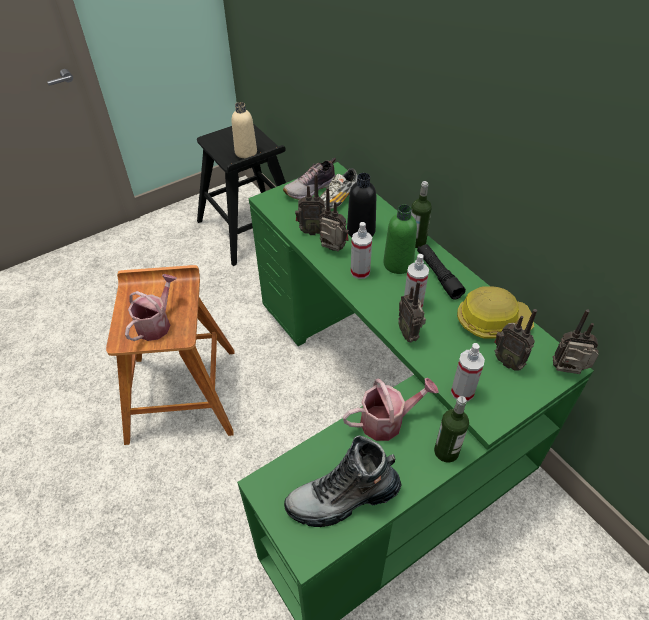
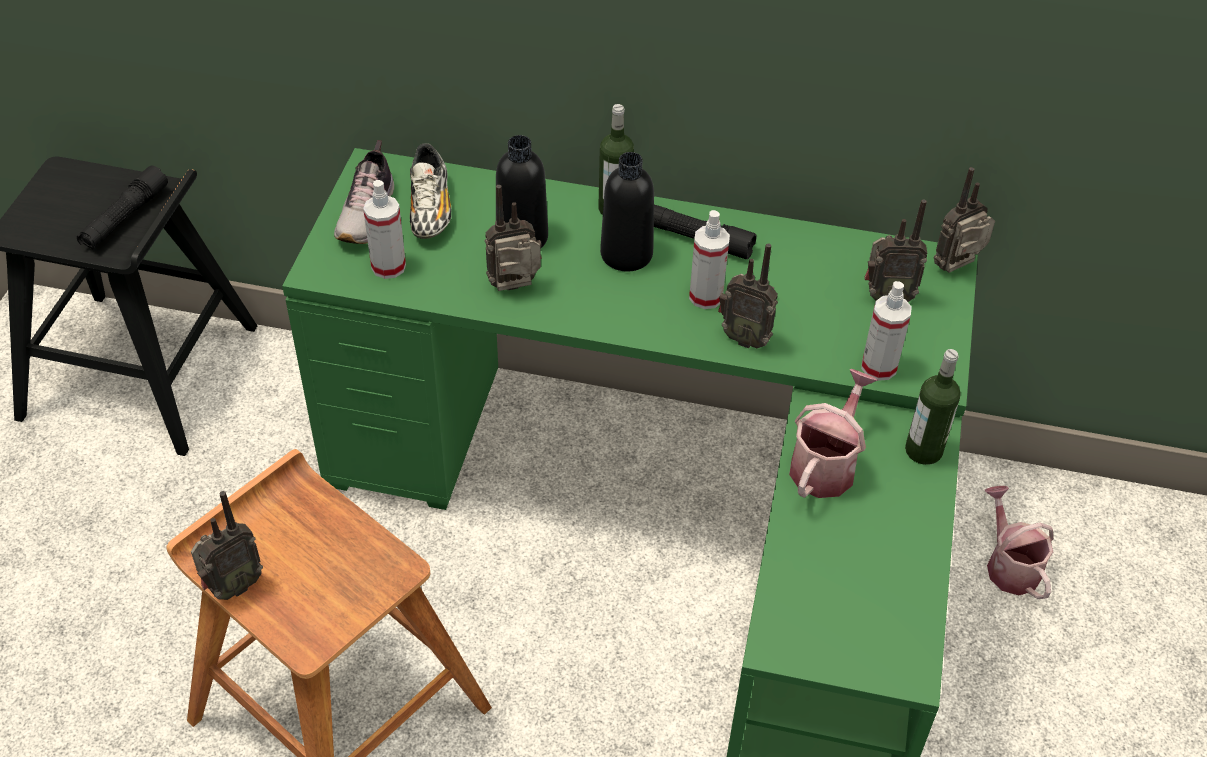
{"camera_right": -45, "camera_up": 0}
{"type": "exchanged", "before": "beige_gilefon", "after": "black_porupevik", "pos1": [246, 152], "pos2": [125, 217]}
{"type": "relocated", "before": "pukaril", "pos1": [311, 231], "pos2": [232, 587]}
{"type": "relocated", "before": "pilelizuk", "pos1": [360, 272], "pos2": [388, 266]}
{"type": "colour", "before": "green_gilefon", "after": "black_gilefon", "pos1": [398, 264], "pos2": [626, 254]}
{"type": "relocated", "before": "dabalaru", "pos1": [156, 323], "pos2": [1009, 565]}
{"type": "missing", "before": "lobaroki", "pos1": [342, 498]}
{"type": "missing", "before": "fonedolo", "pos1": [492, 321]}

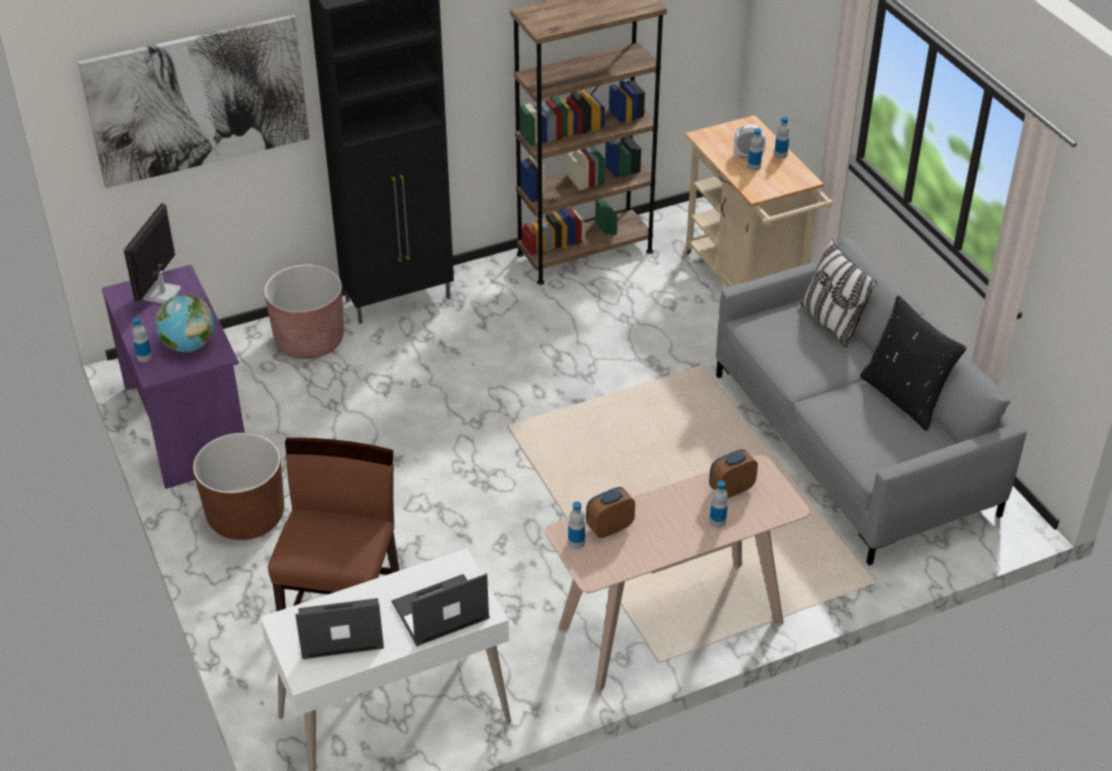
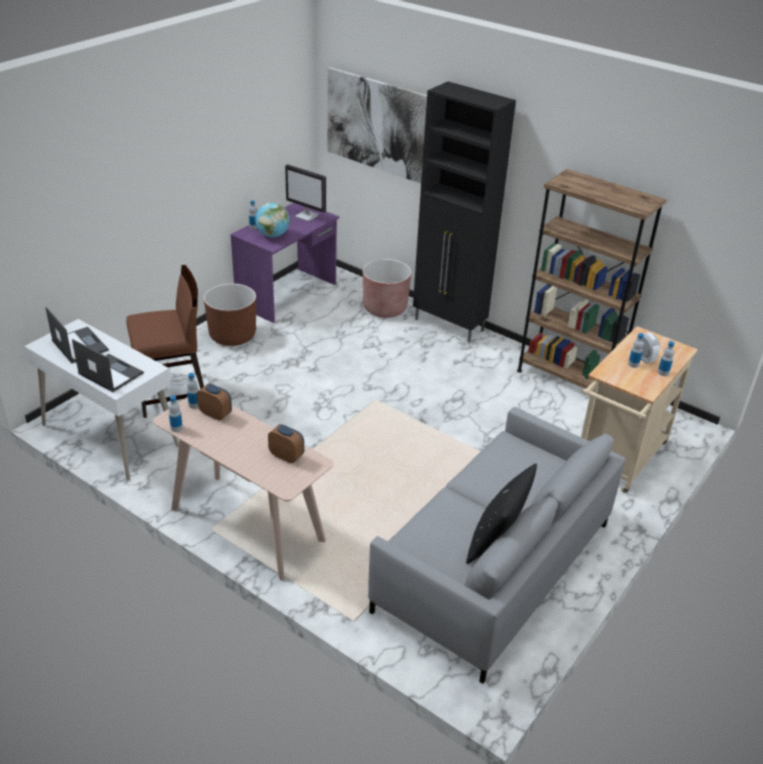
{"camera_right": 60, "camera_up": -5}
{"type": "relocated", "before": "gilefon", "pos1": [717, 521], "pos2": [176, 428]}
{"type": "spun", "before": "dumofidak", "pos1": [162, 294], "pos2": [307, 216], "turn": -135}
{"type": "missing", "before": "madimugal", "pos1": [830, 323]}

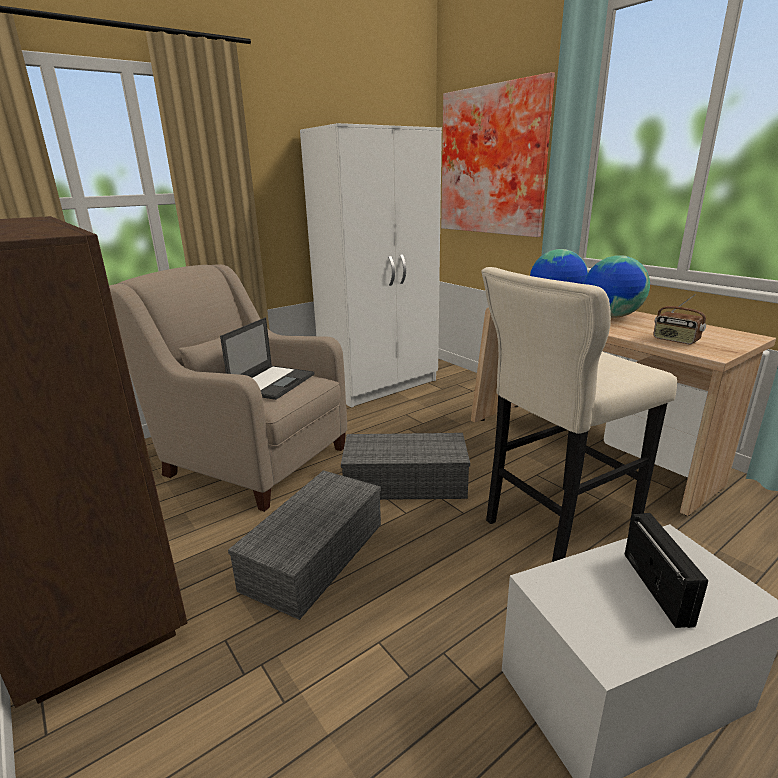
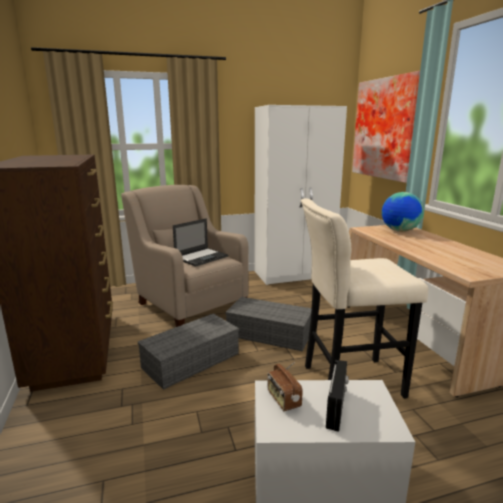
{"camera_right": 20, "camera_up": -5}
{"type": "relocated", "before": "pukaril", "pos1": [675, 340], "pos2": [283, 400]}
{"type": "missing", "before": "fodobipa", "pos1": [611, 316]}

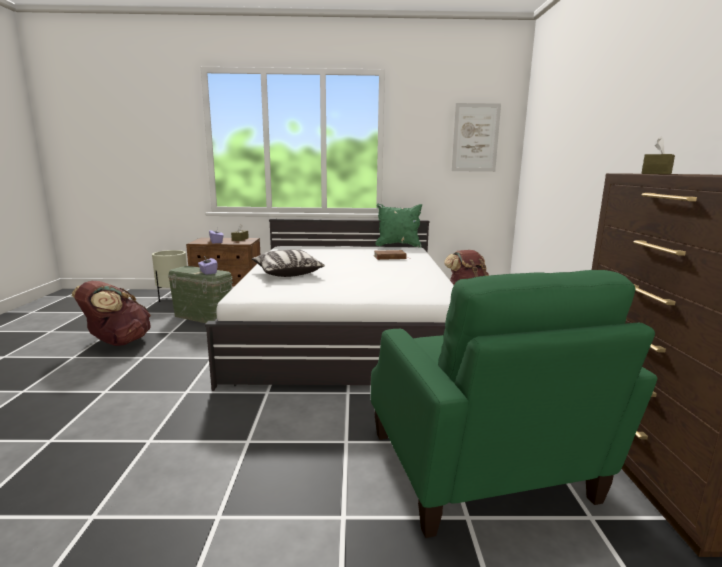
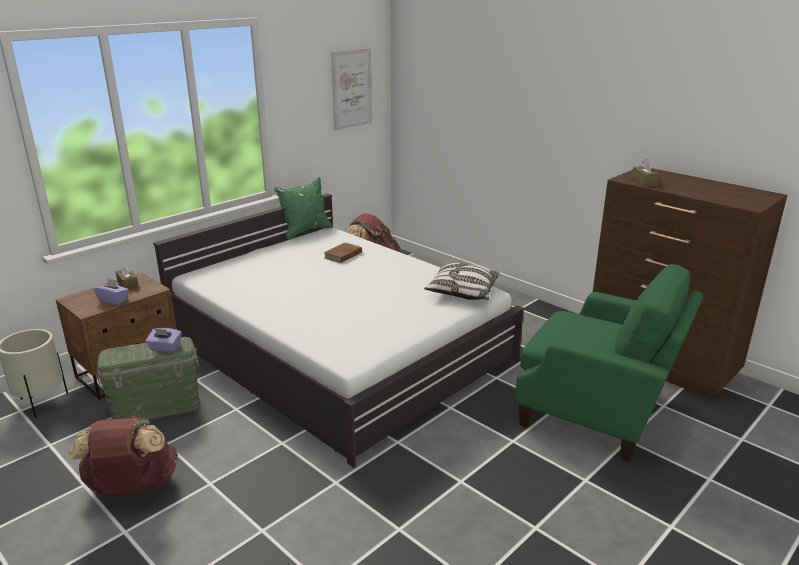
{"camera_right": -45, "camera_up": 10}
{"type": "relocated", "before": "madimugal", "pos1": [287, 273], "pos2": [462, 292]}

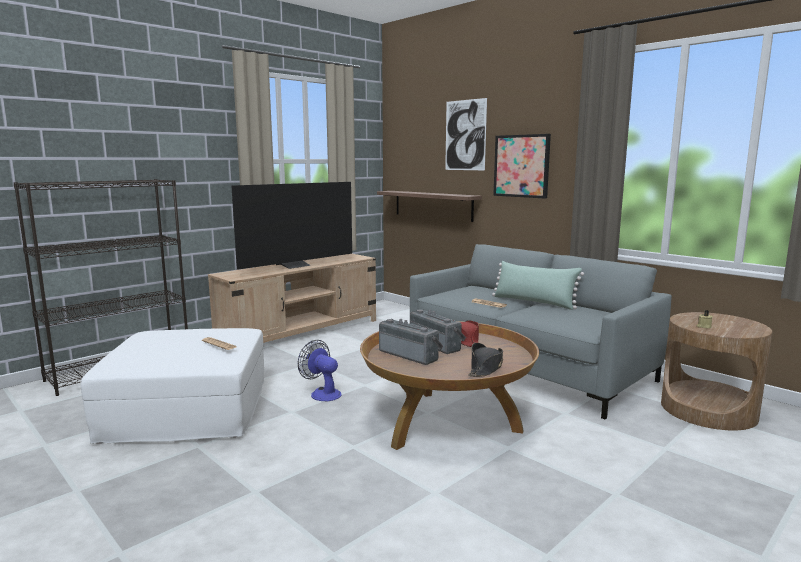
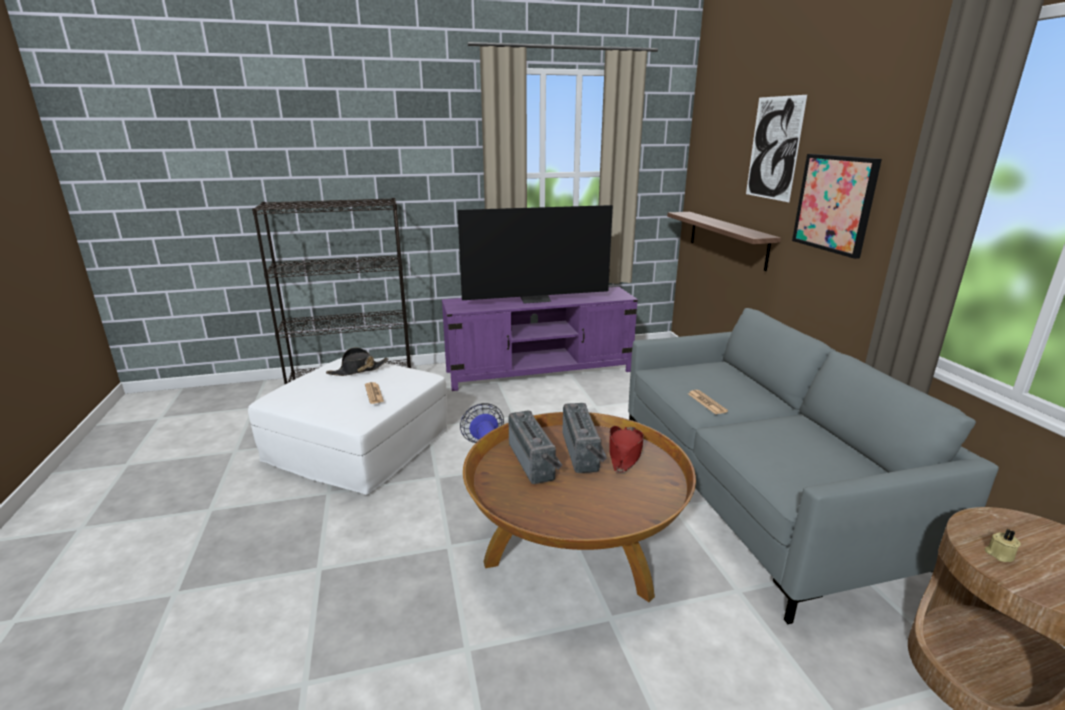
{"camera_right": 30, "camera_up": 10}
{"type": "relocated", "before": "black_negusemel", "pos1": [486, 368], "pos2": [358, 370]}
{"type": "colour", "before": "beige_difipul", "after": "purple_difipul", "pos1": [301, 332], "pos2": [540, 371]}
{"type": "missing", "before": "green_madimugal", "pos1": [534, 302]}

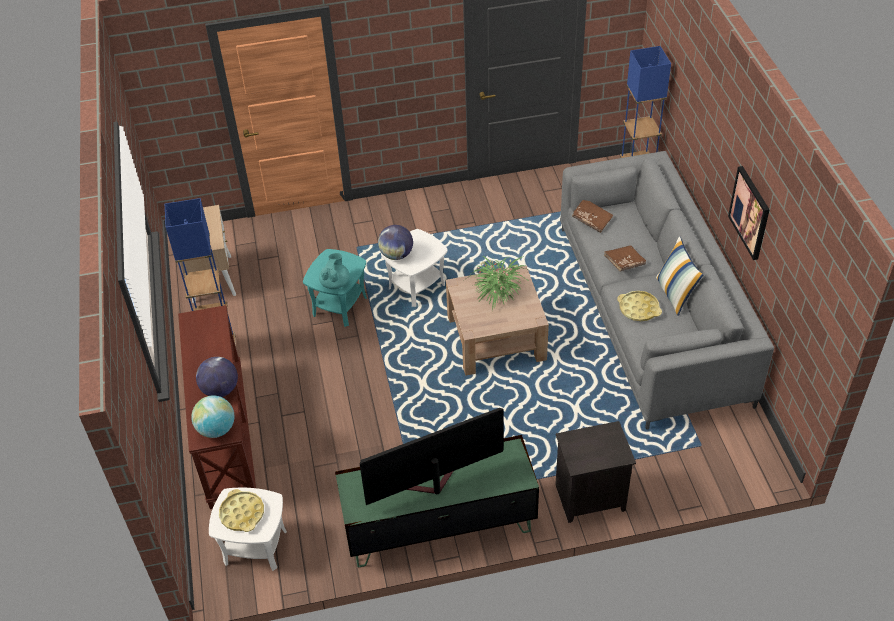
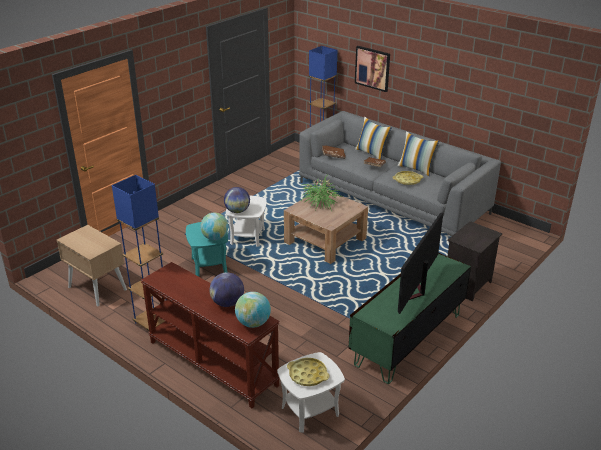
{"camera_right": -40, "camera_up": -15}
{"type": "exchanged", "before": "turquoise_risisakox", "after": "fodobipa", "pos1": [335, 283], "pos2": [215, 238]}
{"type": "relocated", "before": "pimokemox", "pos1": [750, 212], "pos2": [372, 68]}
{"type": "appeared", "after": "madimugal", "pos2": [371, 153]}

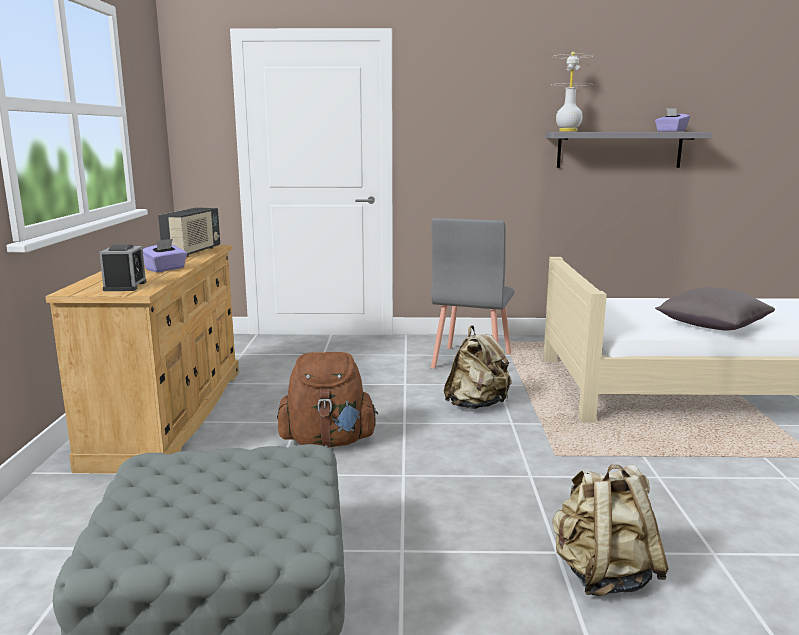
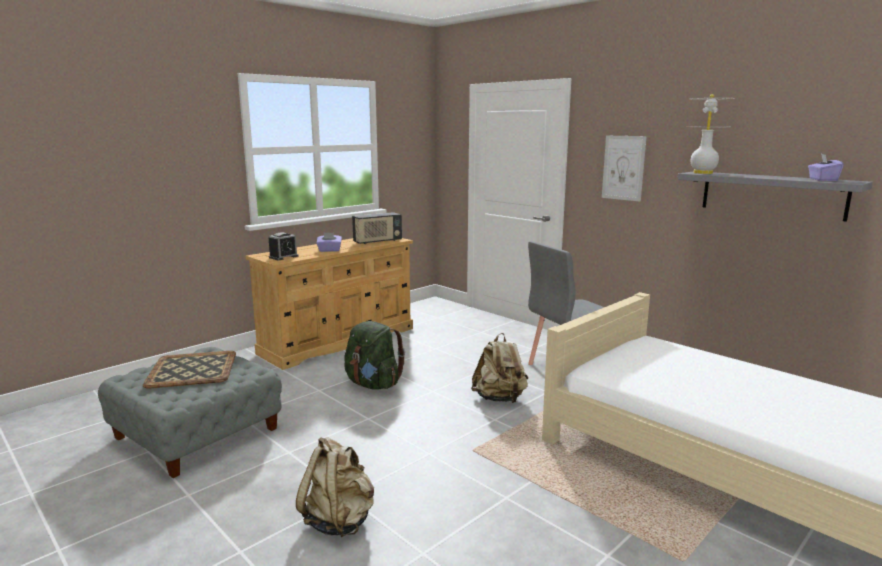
{"camera_right": 45, "camera_up": 0}
{"type": "appeared", "after": "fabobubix", "pos2": [191, 370]}
{"type": "colour", "before": "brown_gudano", "after": "green_gudano", "pos1": [328, 441], "pos2": [373, 384]}
{"type": "appeared", "after": "pimokemox", "pos2": [623, 168]}
{"type": "missing", "before": "grey_madimugal", "pos1": [711, 326]}

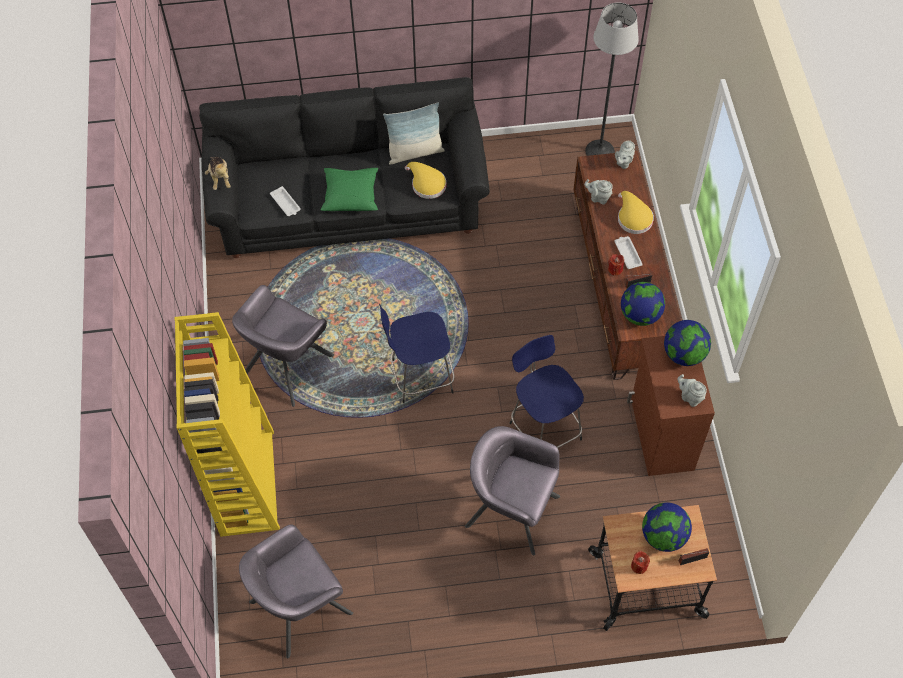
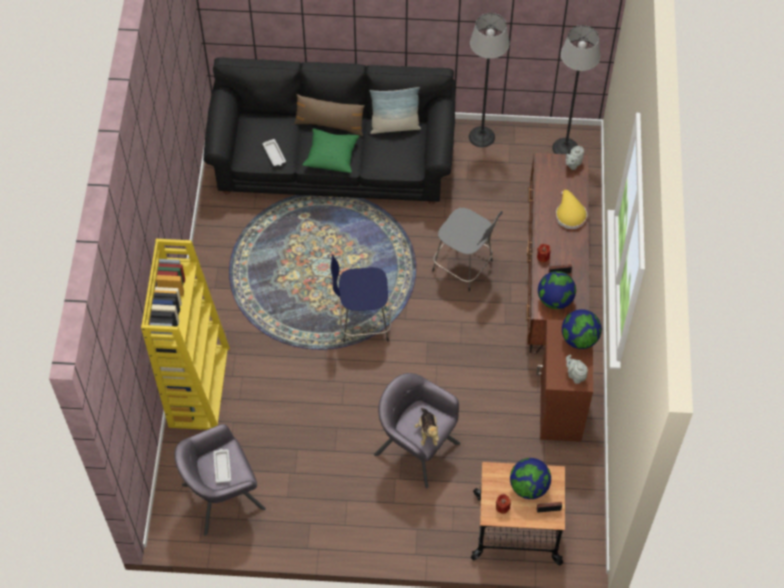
{"camera_right": 10, "camera_up": 0}
{"type": "relocated", "before": "white_fabobubix", "pos1": [627, 253], "pos2": [222, 466]}
{"type": "appeared", "after": "brown_madimugal", "pos2": [330, 125]}
{"type": "relocated", "before": "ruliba", "pos1": [220, 178], "pos2": [427, 432]}
{"type": "appeared", "after": "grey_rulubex", "pos2": [464, 267]}
{"type": "appeared", "after": "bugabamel", "pos2": [482, 136]}
{"type": "missing", "before": "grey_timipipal", "pos1": [287, 365]}
{"type": "missing", "before": "yellow_negusemel", "pos1": [426, 184]}
{"type": "missing", "before": "blue_rulubex", "pos1": [544, 429]}
{"type": "missing", "before": "grey_risisakox", "pos1": [598, 198]}

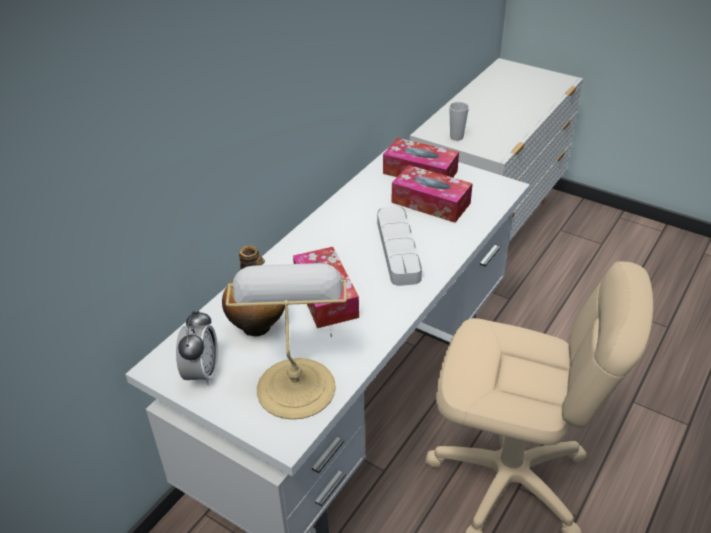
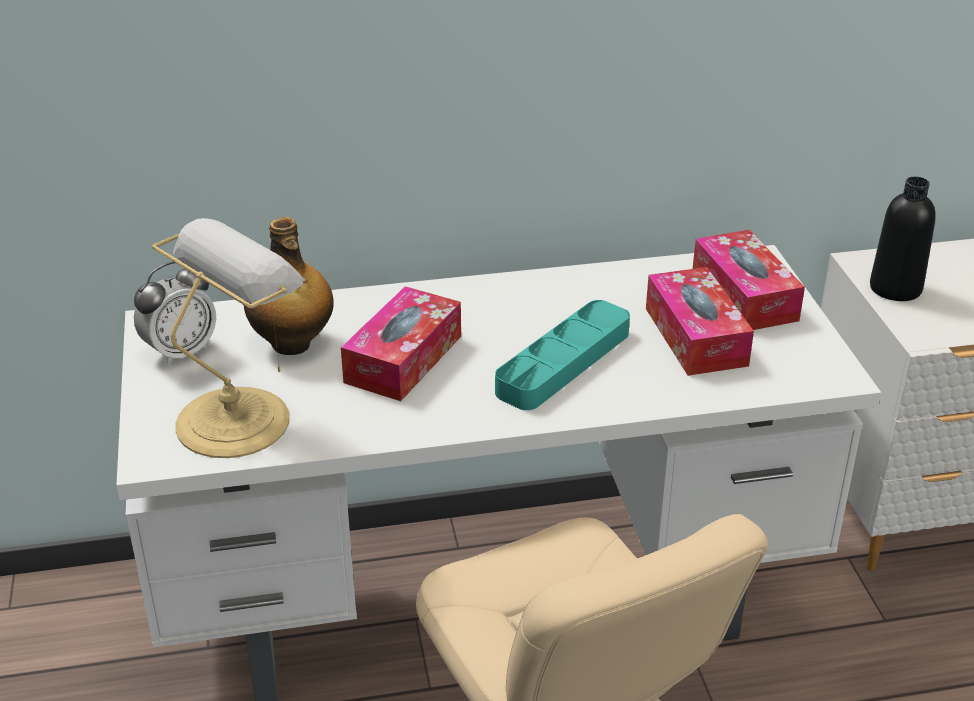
{"camera_right": 45, "camera_up": -5}
{"type": "colour", "before": "grey_fabobubix", "after": "turquoise_fabobubix", "pos1": [398, 249], "pos2": [563, 362]}
{"type": "exchanged", "before": "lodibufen", "after": "black_gilefon", "pos1": [456, 137], "pos2": [895, 288]}

